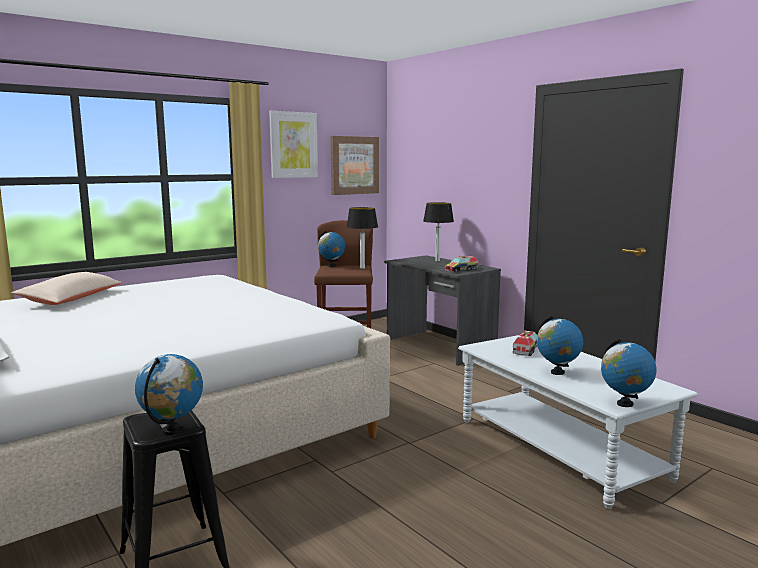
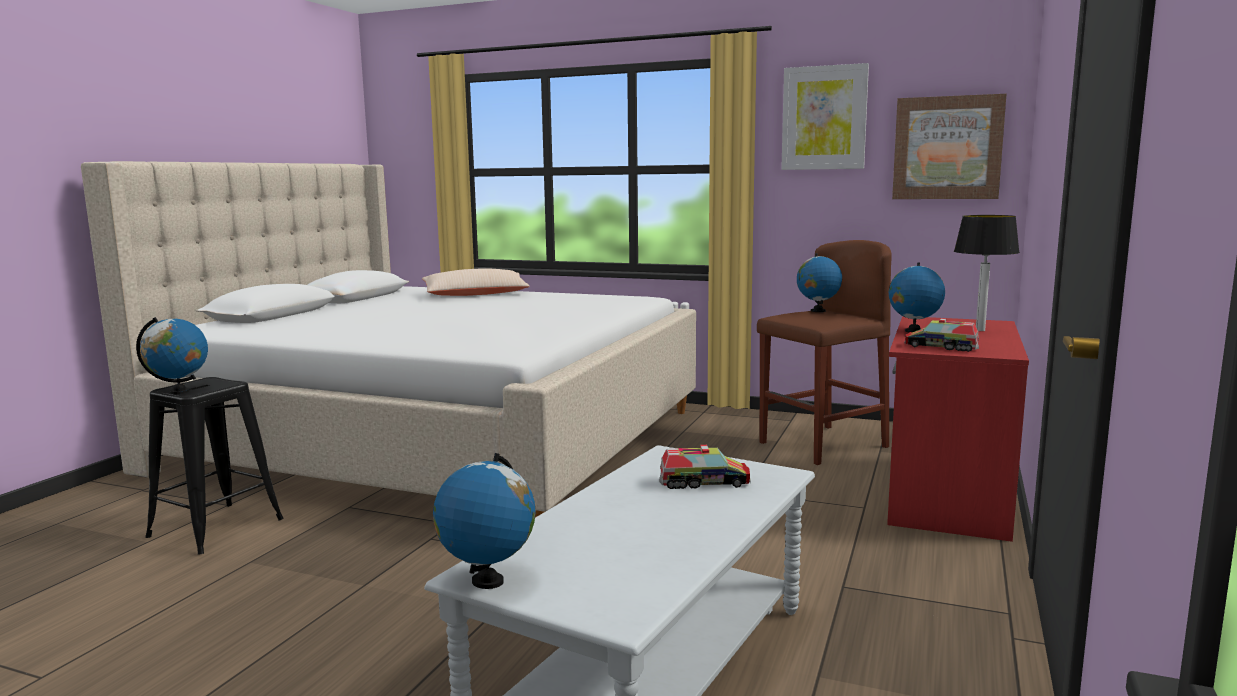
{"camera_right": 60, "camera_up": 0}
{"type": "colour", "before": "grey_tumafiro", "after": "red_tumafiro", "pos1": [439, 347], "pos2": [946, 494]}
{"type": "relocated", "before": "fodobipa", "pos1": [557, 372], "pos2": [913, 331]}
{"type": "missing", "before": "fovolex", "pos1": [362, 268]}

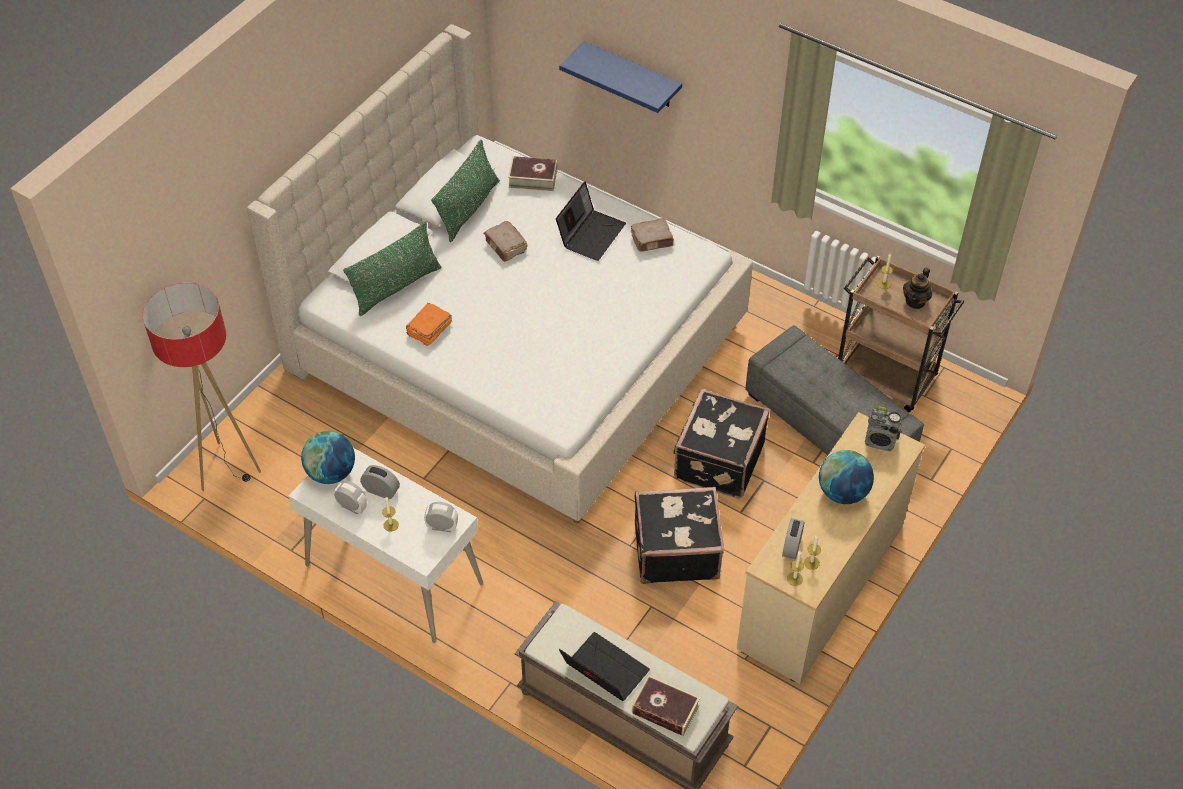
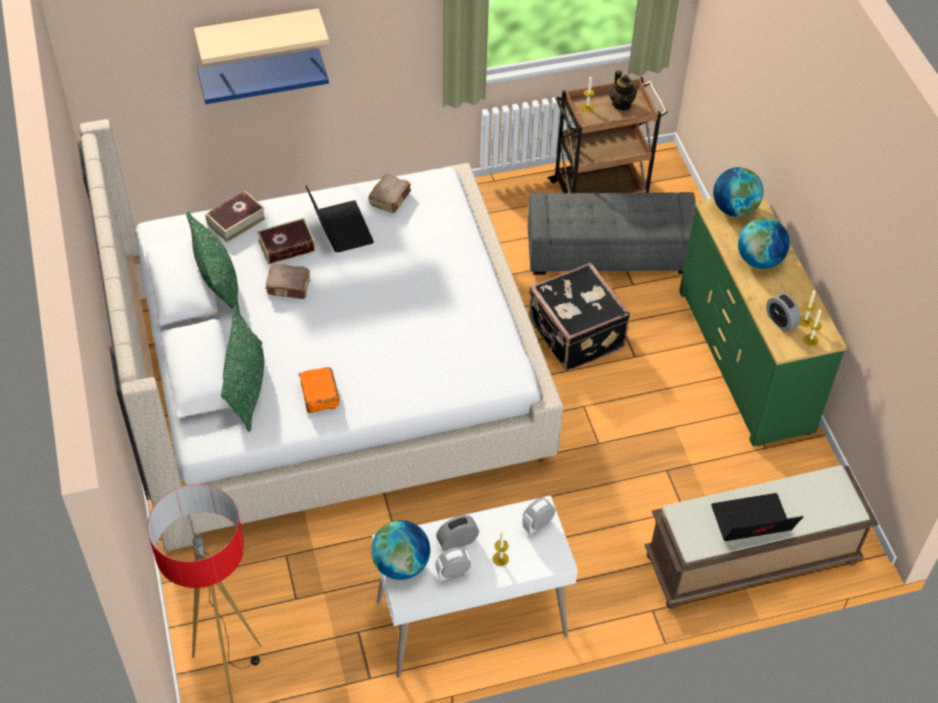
{"camera_right": -50, "camera_up": 0}
{"type": "appeared", "after": "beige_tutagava", "pos2": [258, 33]}
{"type": "relocated", "before": "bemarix", "pos1": [665, 710], "pos2": [287, 246]}
{"type": "colour", "before": "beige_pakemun", "after": "green_pakemun", "pos1": [822, 587], "pos2": [745, 359]}
{"type": "exchanged", "before": "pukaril", "after": "fodobipa", "pos1": [880, 441], "pos2": [734, 209]}
{"type": "missing", "before": "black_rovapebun", "pos1": [675, 550]}

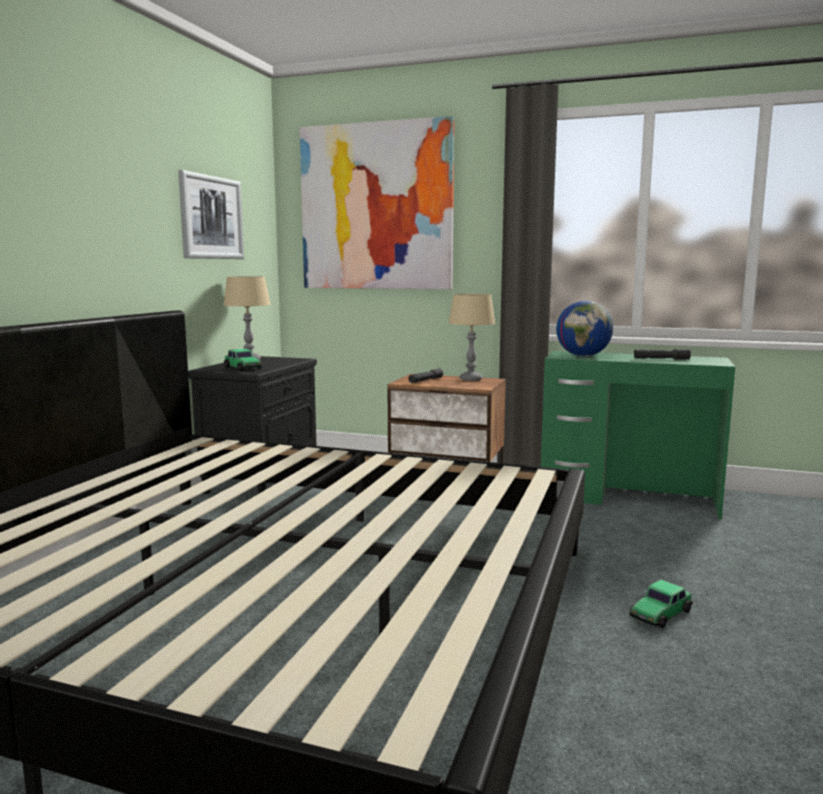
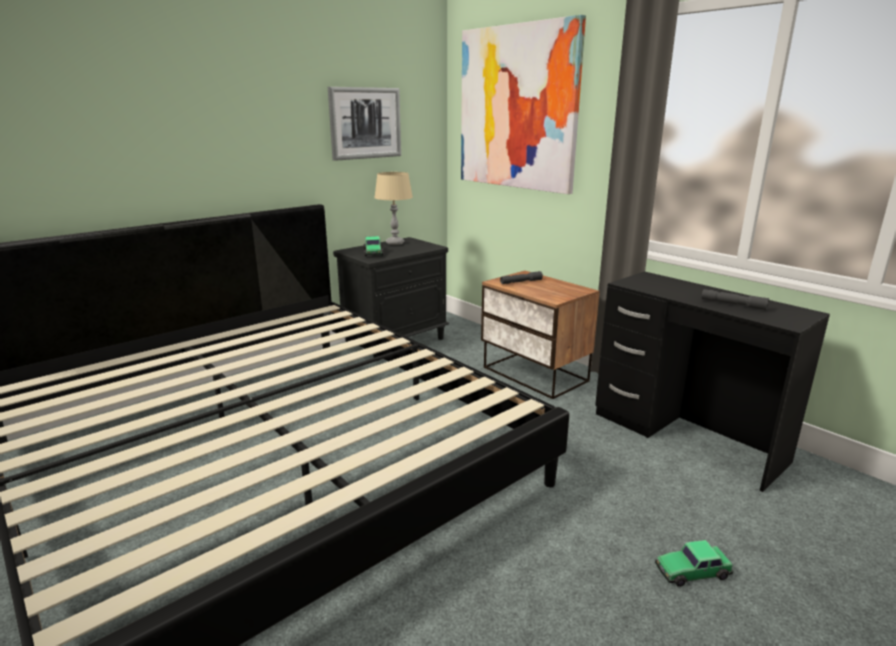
{"camera_right": 30, "camera_up": 10}
{"type": "colour", "before": "green_tumafiro", "after": "black_tumafiro", "pos1": [628, 498], "pos2": [687, 437]}
{"type": "relocated", "before": "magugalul", "pos1": [660, 614], "pos2": [692, 571]}
{"type": "missing", "before": "beige_fovolex", "pos1": [470, 379]}
{"type": "missing", "before": "fodobipa", "pos1": [583, 356]}

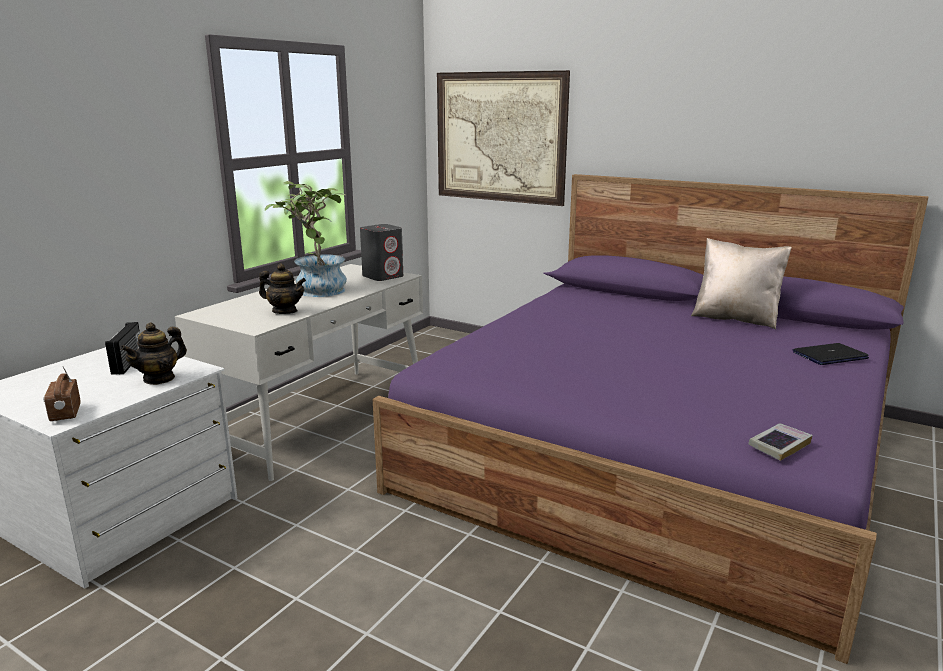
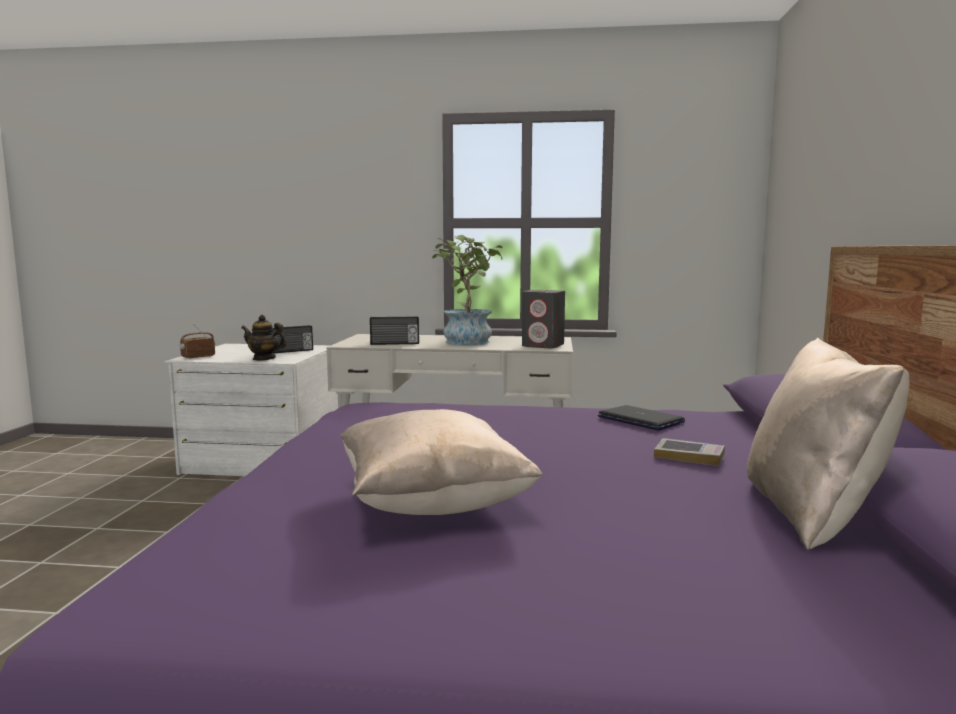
{"camera_right": 65, "camera_up": -10}
{"type": "appeared", "after": "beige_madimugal", "pos2": [432, 504]}
{"type": "exchanged", "before": "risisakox", "after": "pukaril", "pos1": [285, 311], "pos2": [394, 343]}
{"type": "relocated", "before": "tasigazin", "pos1": [829, 355], "pos2": [641, 420]}
{"type": "relocated", "before": "bemarix", "pos1": [779, 445], "pos2": [689, 456]}
{"type": "missing", "before": "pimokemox", "pos1": [499, 137]}

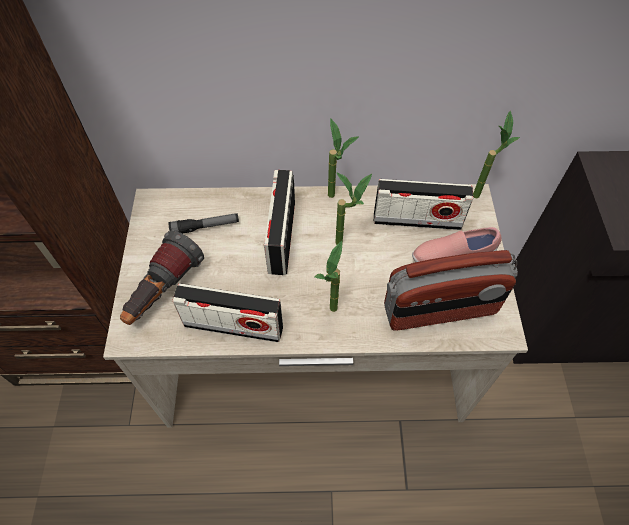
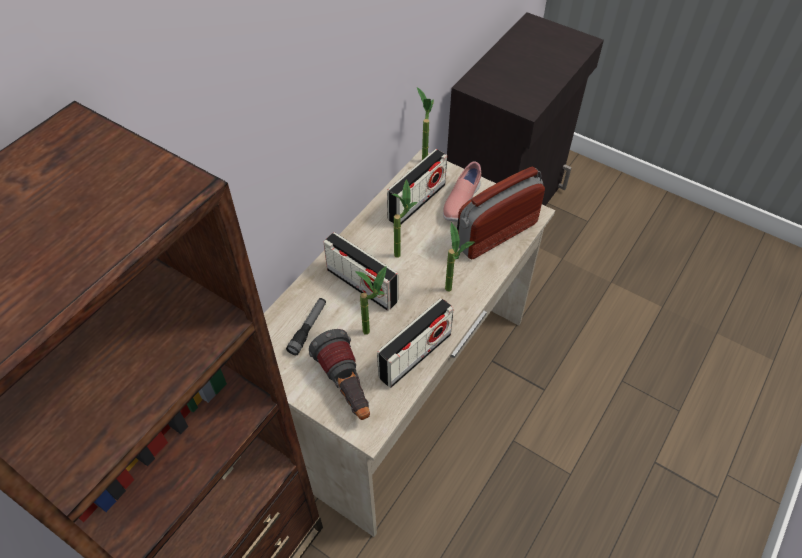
{"camera_right": -55, "camera_up": -5}
{"type": "relocated", "before": "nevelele", "pos1": [337, 199], "pos2": [373, 330]}
{"type": "spun", "before": "pukaril", "pos1": [440, 310], "pos2": [496, 234], "turn": -150}

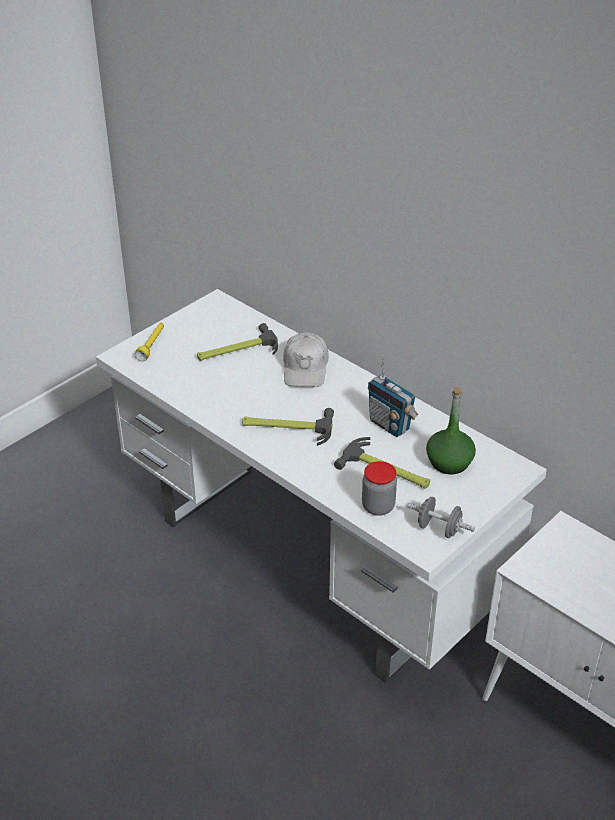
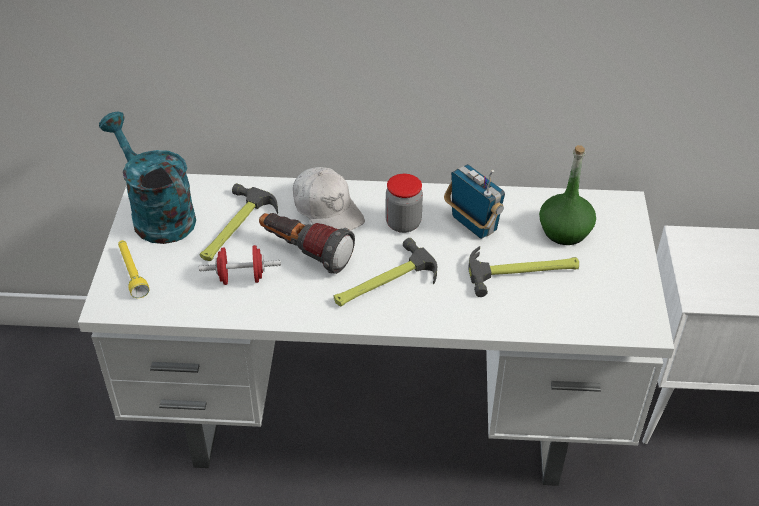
{"camera_right": -40, "camera_up": 5}
{"type": "appeared", "after": "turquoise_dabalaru", "pos2": [157, 214]}
{"type": "appeared", "after": "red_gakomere", "pos2": [241, 278]}
{"type": "appeared", "after": "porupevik", "pos2": [304, 253]}
{"type": "relocated", "before": "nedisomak", "pos1": [378, 506], "pos2": [403, 223]}
{"type": "spun", "before": "pukaril", "pos1": [390, 425], "pos2": [473, 224], "turn": -135}
{"type": "missing", "before": "grey_gakomere", "pos1": [438, 529]}

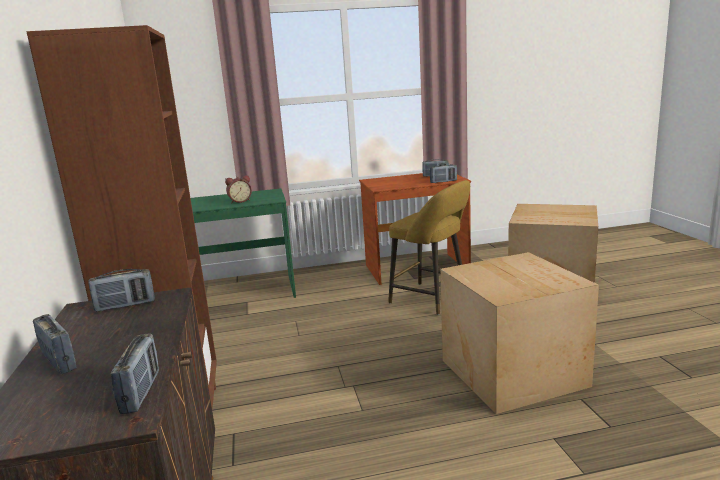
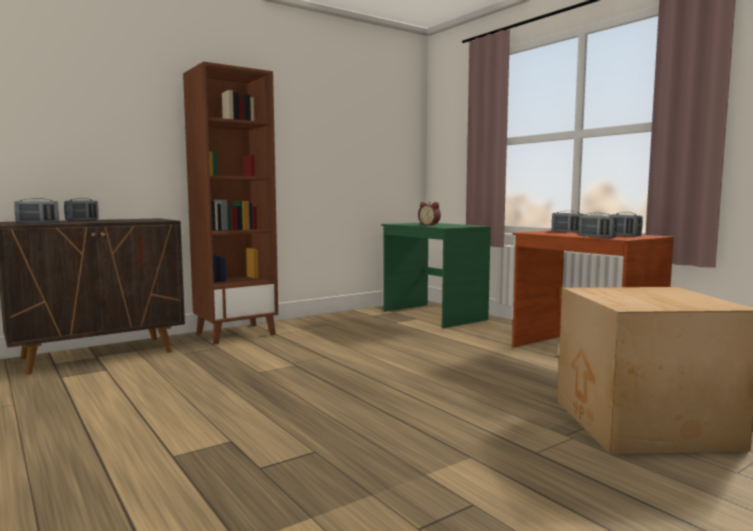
{"camera_right": 65, "camera_up": -10}
{"type": "relocated", "before": "pukaril", "pos1": [125, 305], "pos2": [567, 232]}
{"type": "missing", "before": "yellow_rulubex", "pos1": [432, 299]}
{"type": "missing", "before": "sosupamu", "pos1": [513, 371]}

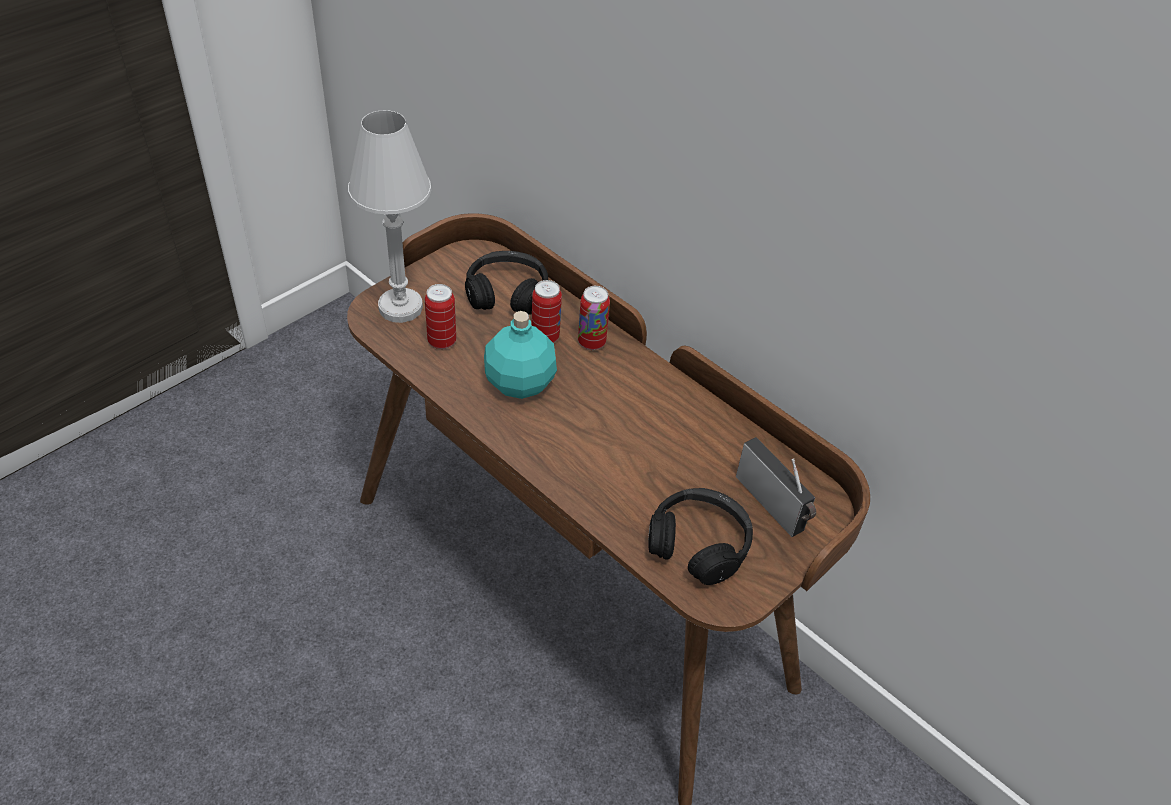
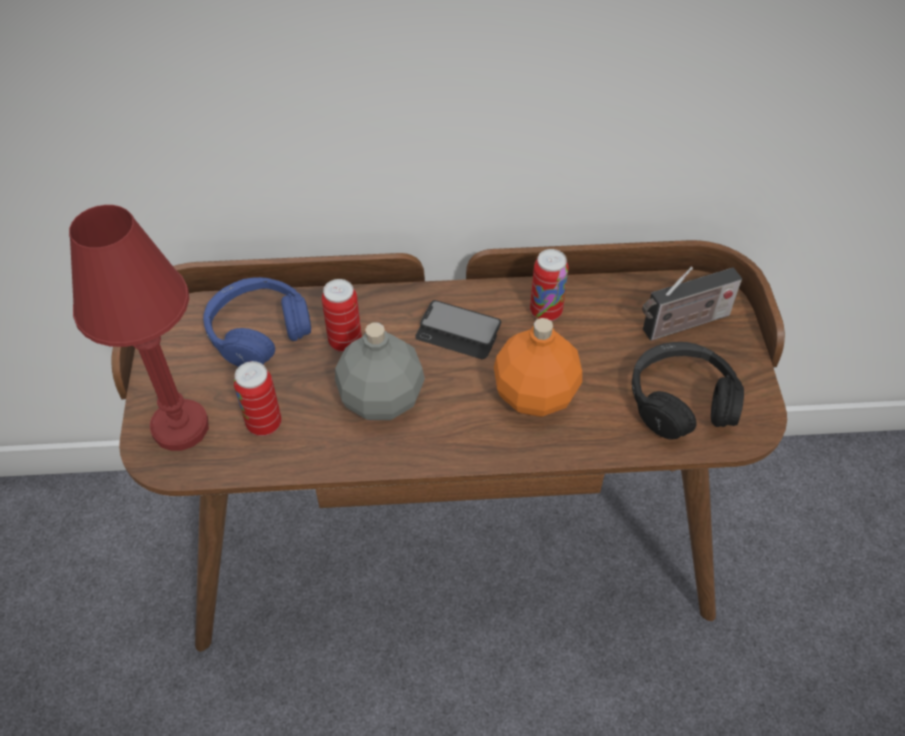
{"camera_right": -45, "camera_up": 5}
{"type": "colour", "before": "white_fovolex", "after": "red_fovolex", "pos1": [400, 307], "pos2": [180, 427]}
{"type": "colour", "before": "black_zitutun", "after": "blue_zitutun", "pos1": [507, 293], "pos2": [258, 331]}
{"type": "colour", "before": "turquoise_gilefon", "after": "grey_gilefon", "pos1": [519, 382], "pos2": [380, 399]}
{"type": "appeared", "after": "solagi", "pos2": [458, 331]}
{"type": "appeared", "after": "orange_gilefon", "pos2": [536, 395]}
{"type": "relocated", "before": "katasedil", "pos1": [591, 342], "pos2": [546, 312]}
{"type": "spun", "before": "pukaril", "pos1": [773, 506], "pos2": [682, 324], "turn": 150}

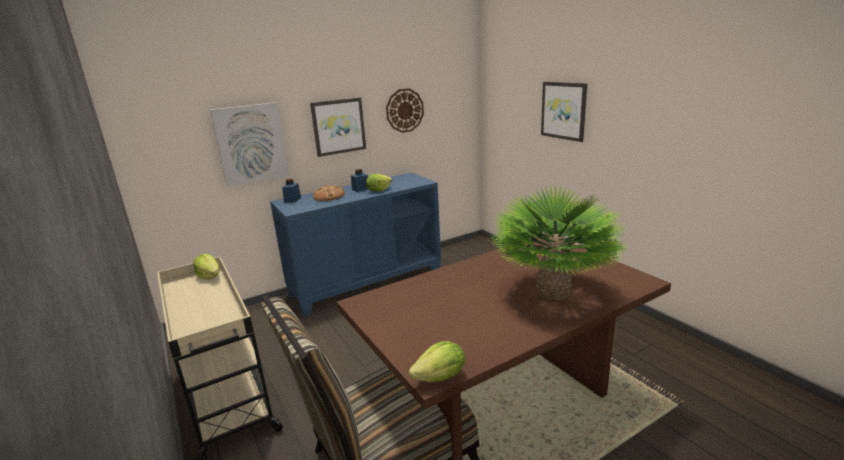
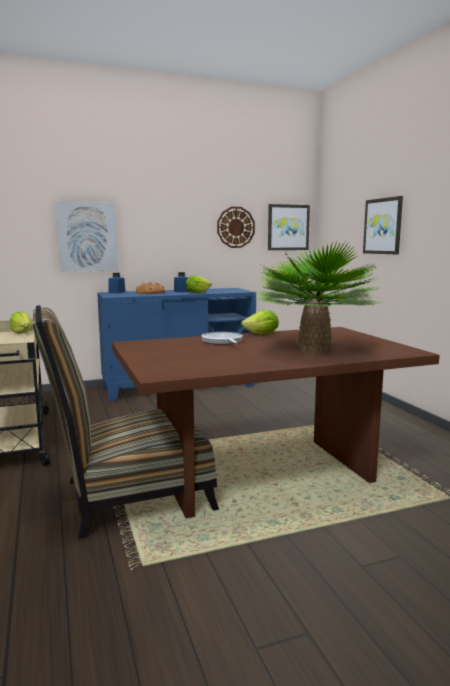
{"camera_right": 10, "camera_up": -10}
{"type": "appeared", "after": "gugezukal", "pos2": [222, 341]}
{"type": "relocated", "before": "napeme", "pos1": [441, 377], "pos2": [262, 334]}
{"type": "relocated", "before": "pimokemox", "pos1": [338, 126], "pos2": [288, 227]}

